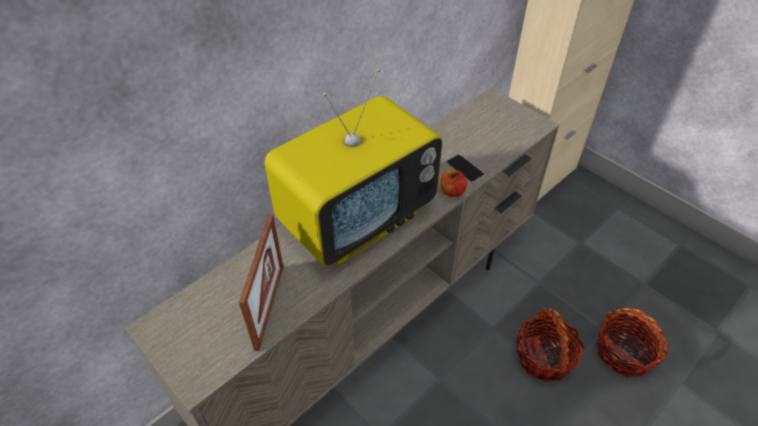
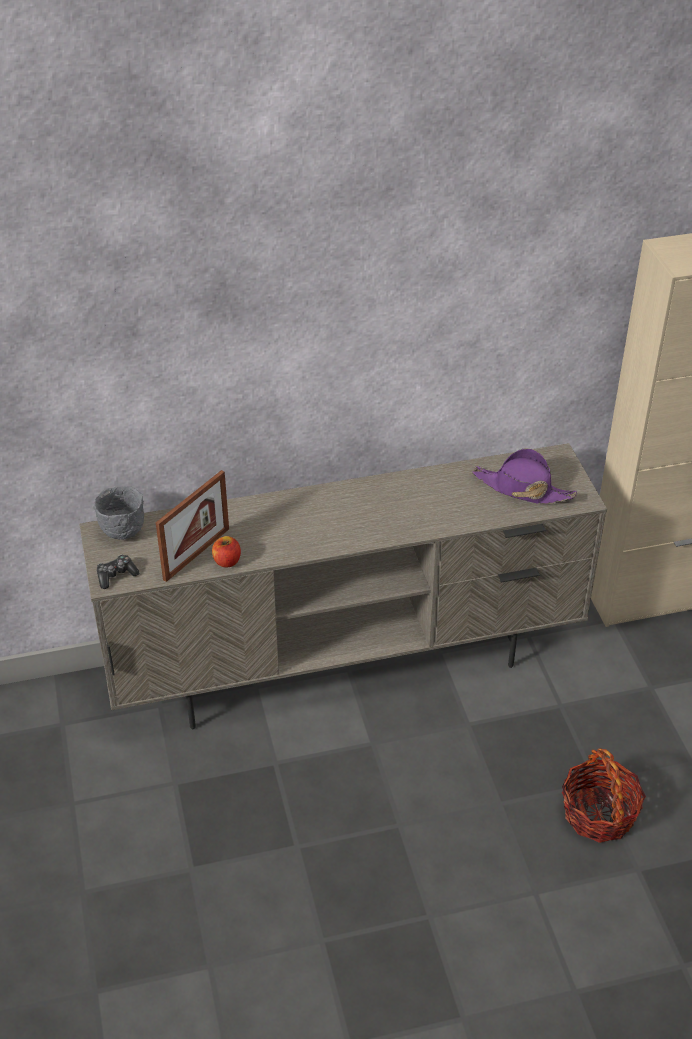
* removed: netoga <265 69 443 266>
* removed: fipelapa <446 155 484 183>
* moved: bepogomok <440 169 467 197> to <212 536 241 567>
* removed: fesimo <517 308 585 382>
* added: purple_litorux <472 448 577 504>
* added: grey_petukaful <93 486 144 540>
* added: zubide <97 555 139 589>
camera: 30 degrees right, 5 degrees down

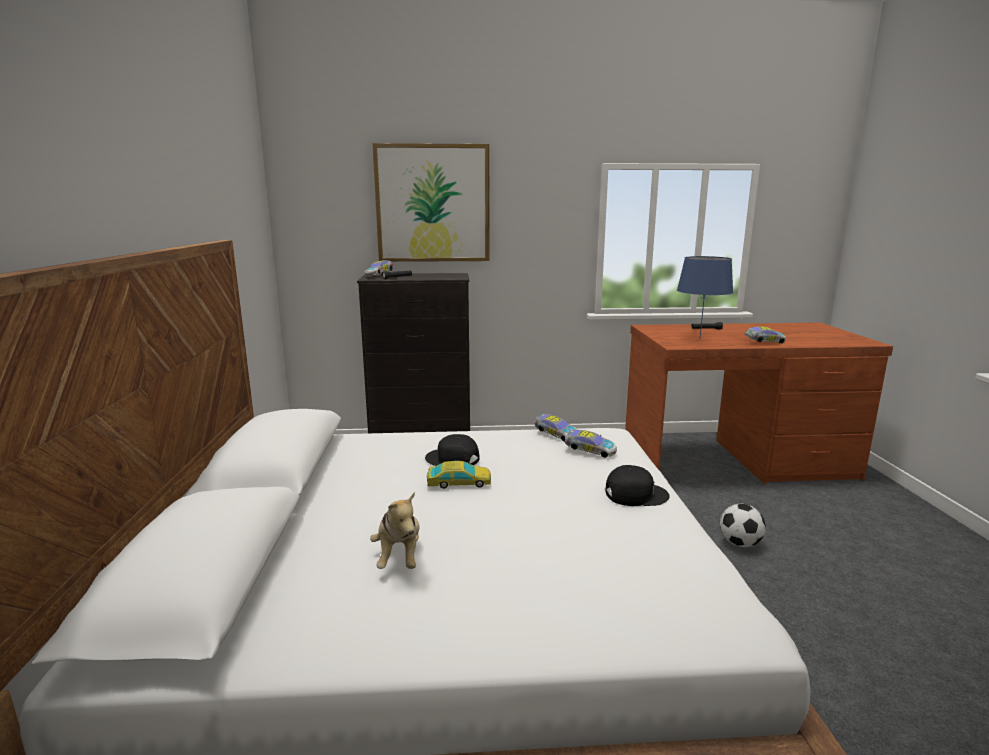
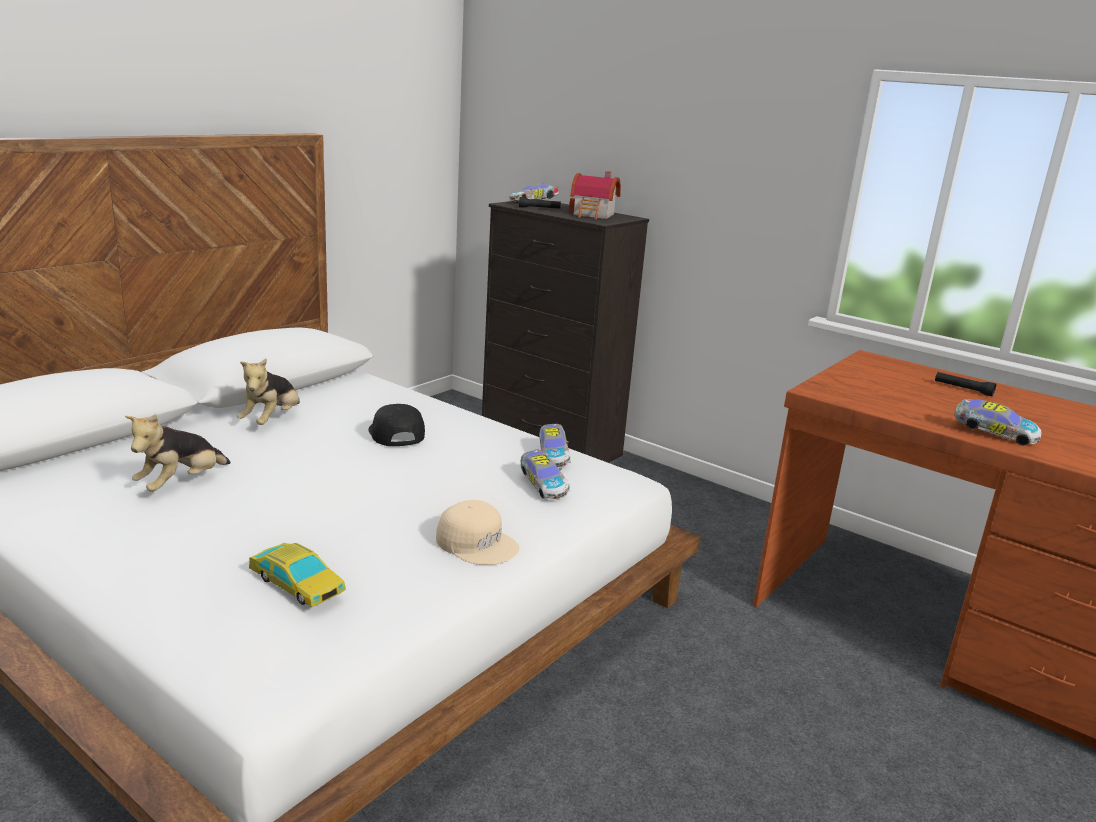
* removed: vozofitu <372 143 490 262>
* removed: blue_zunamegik <677 256 733 337>
* moved: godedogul <427 461 491 489> to <249 543 346 607>
* recoloured: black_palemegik <605 465 669 506> to beige_palemegik <436 500 519 565>
* removed: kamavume <720 504 766 547>
* added: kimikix <569 171 621 219>
* added: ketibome <237 358 300 425>
camera: 40 degrees right, 5 degrees up

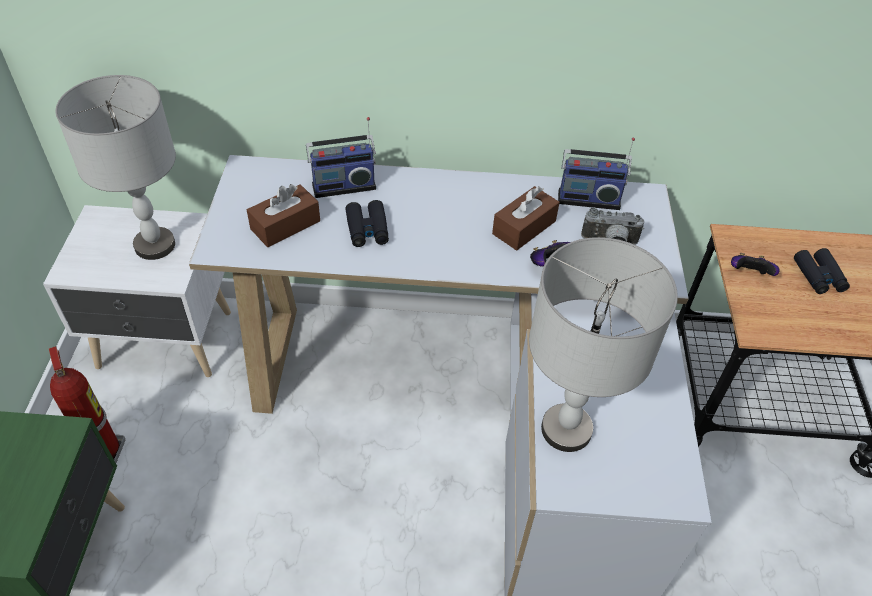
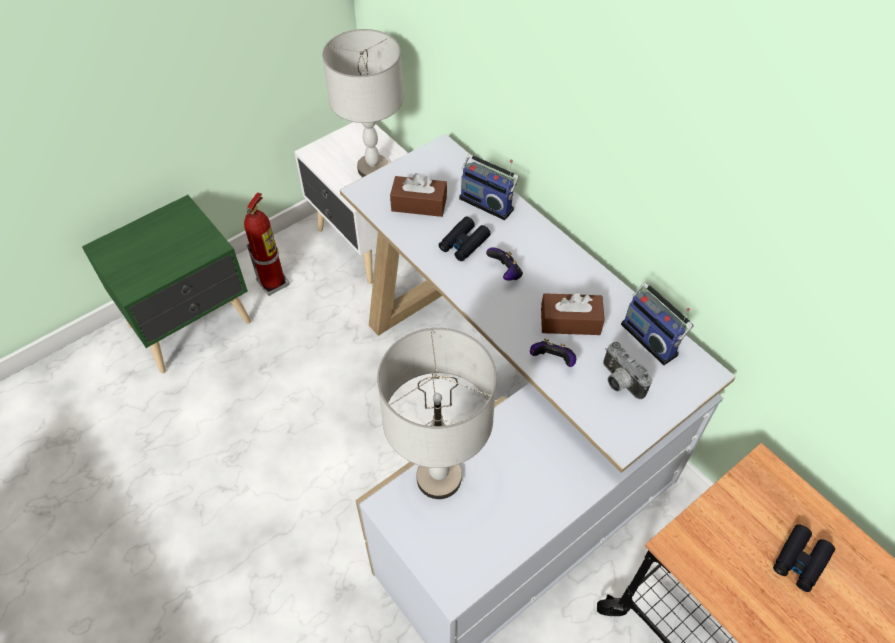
* moved: zubide <731 253 780 276> to <486 247 523 280>
camera: 50 degrees right, 5 degrees up

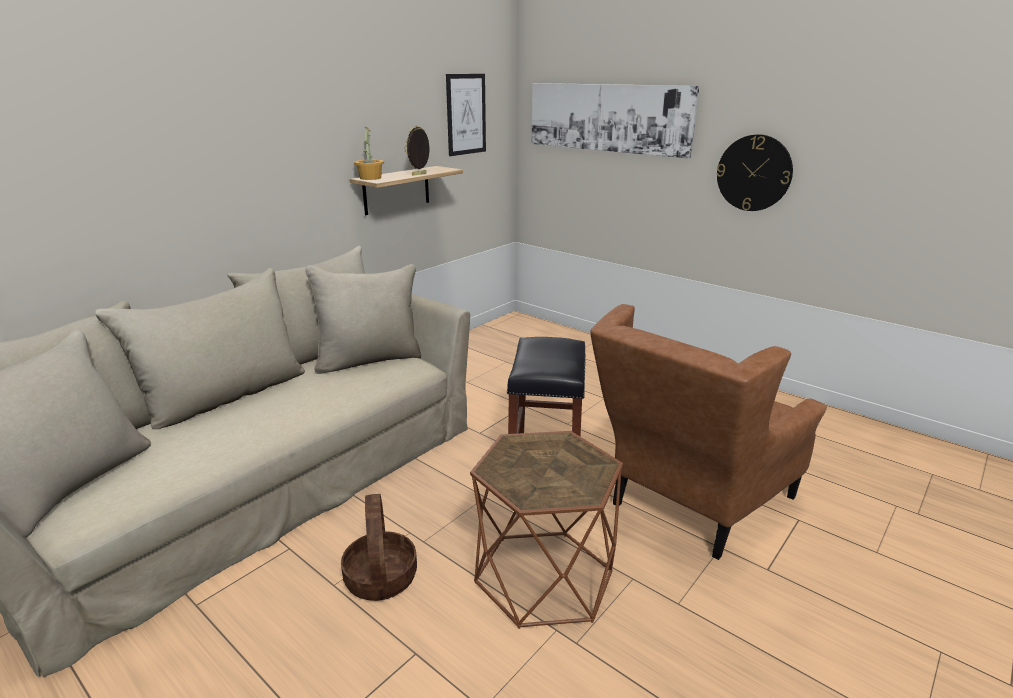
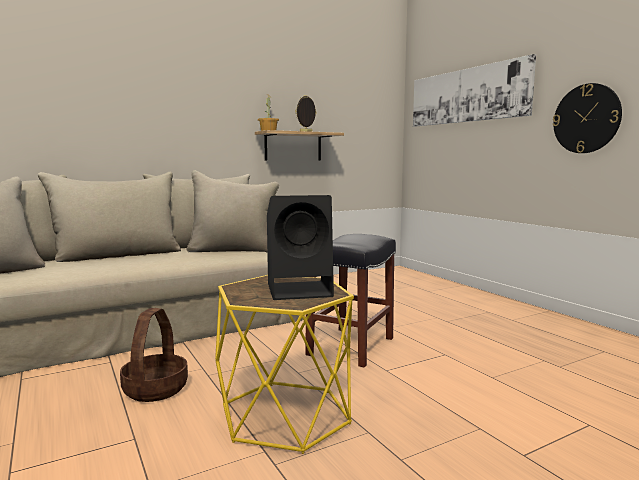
* removed: vozofitu <446 74 486 156>
* removed: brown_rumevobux <590 304 827 560>
* recoloured: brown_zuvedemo <470 431 623 629> to yellow_zuvedemo <215 275 354 454>
* added: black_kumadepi <267 195 334 300>
camera: 20 degrees right, 15 degrees down

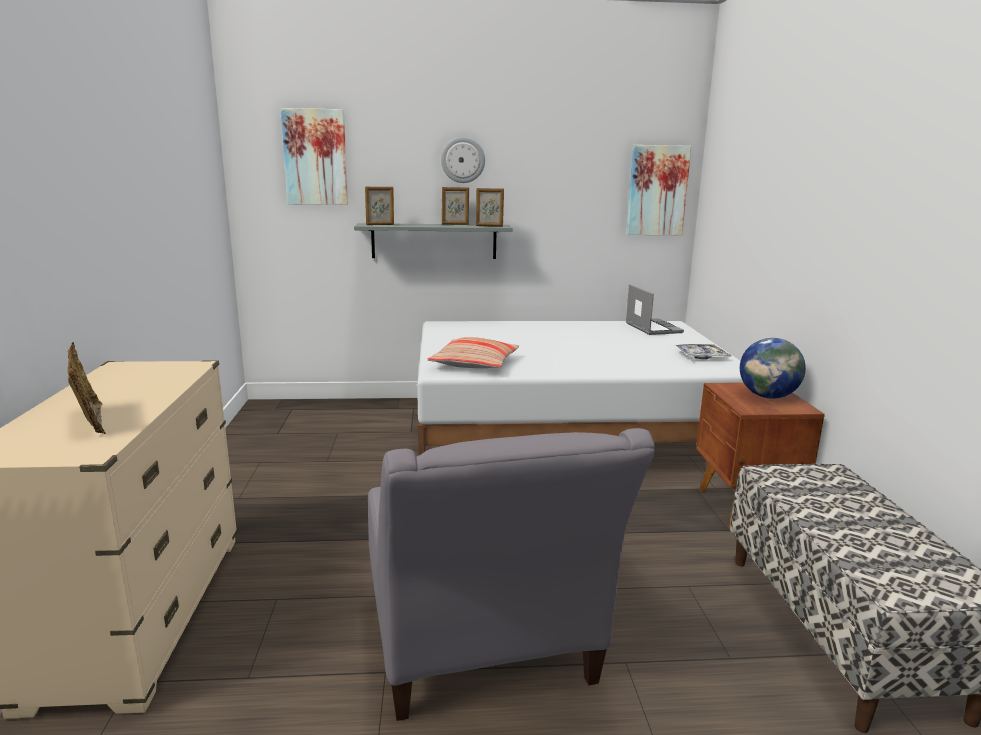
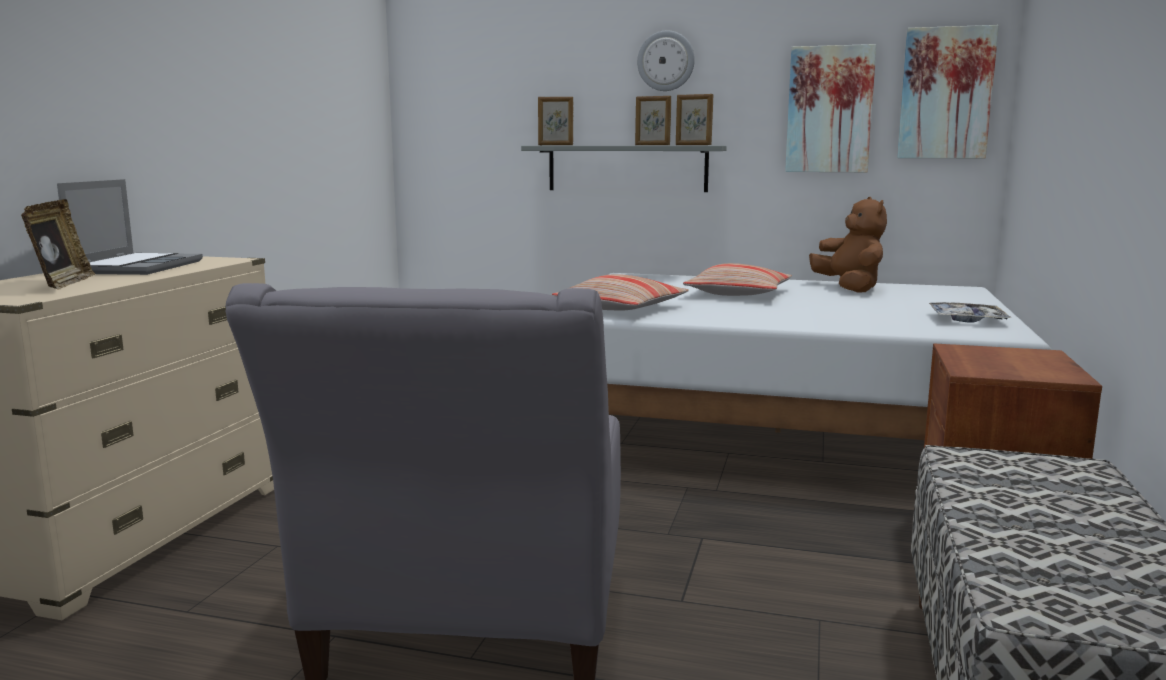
* moved: vozofitu <281 108 348 205> to <785 44 876 172>
* moved: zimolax <626 284 684 335> to <57 179 203 275>
* removed: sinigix <740 338 806 399>
* added: brown_ketibome <809 197 887 293>
* added: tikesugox <683 263 792 296>
camera: 20 degrees right, 5 degrees down

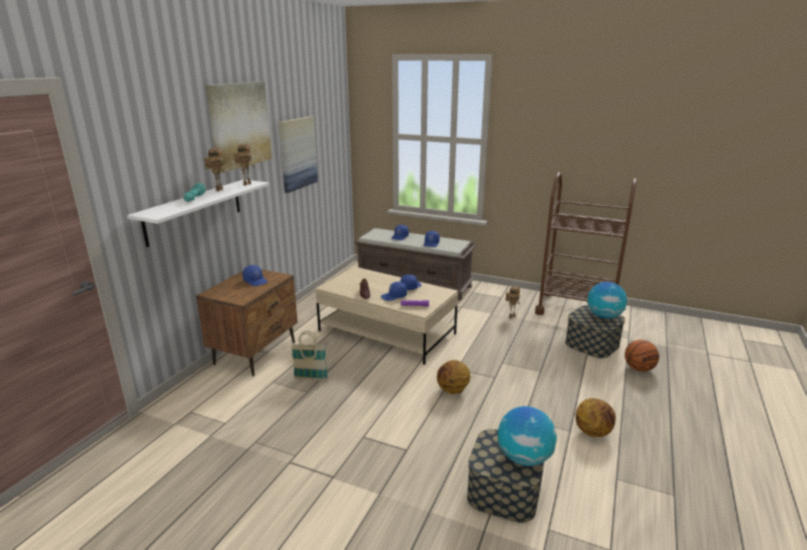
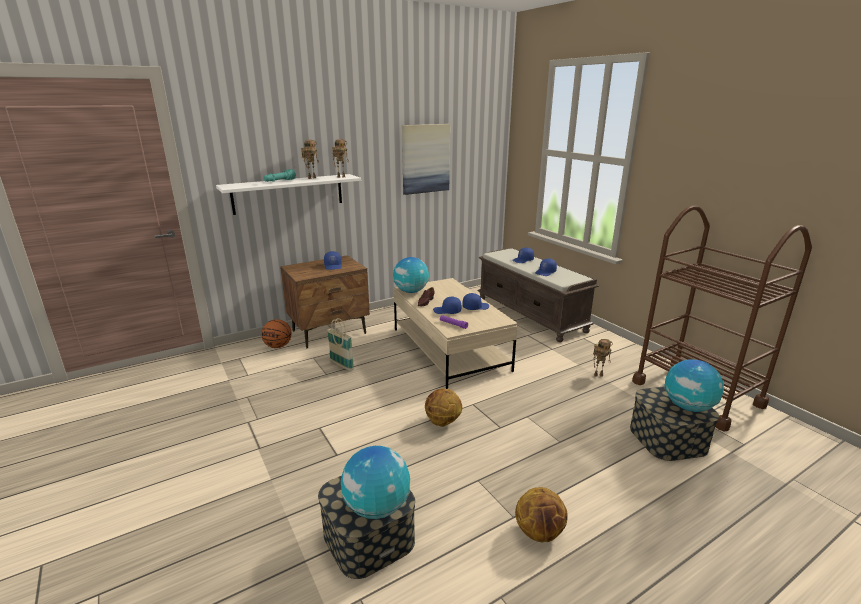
* removed: vozofitu <206 81 272 173>
* moved: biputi <625 340 659 372> to <261 319 292 348>
* added: sinigix <393 257 429 293>
camera: 35 degrees right, 0 degrees up

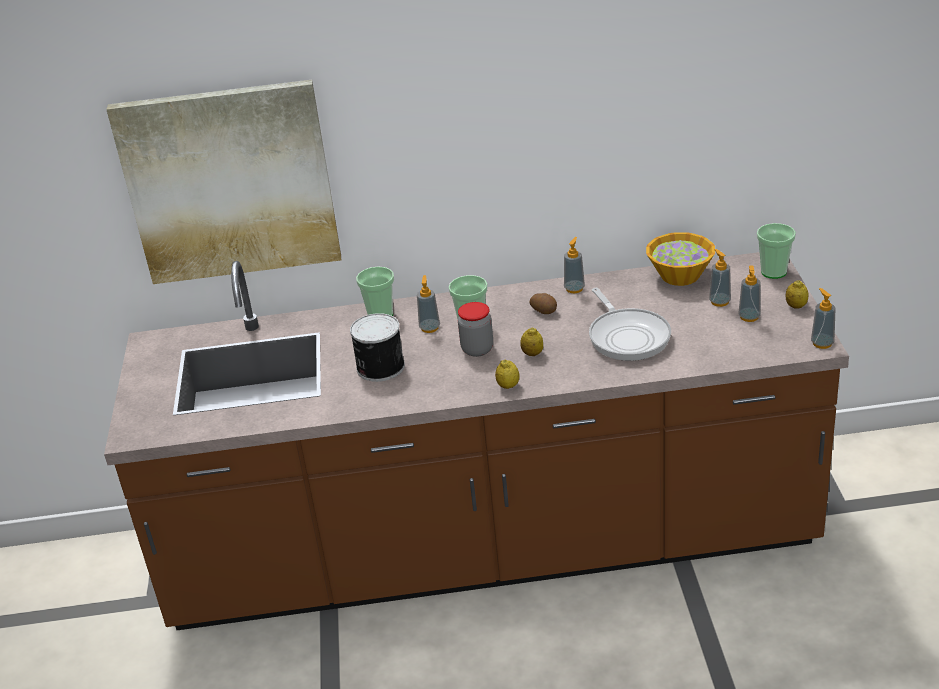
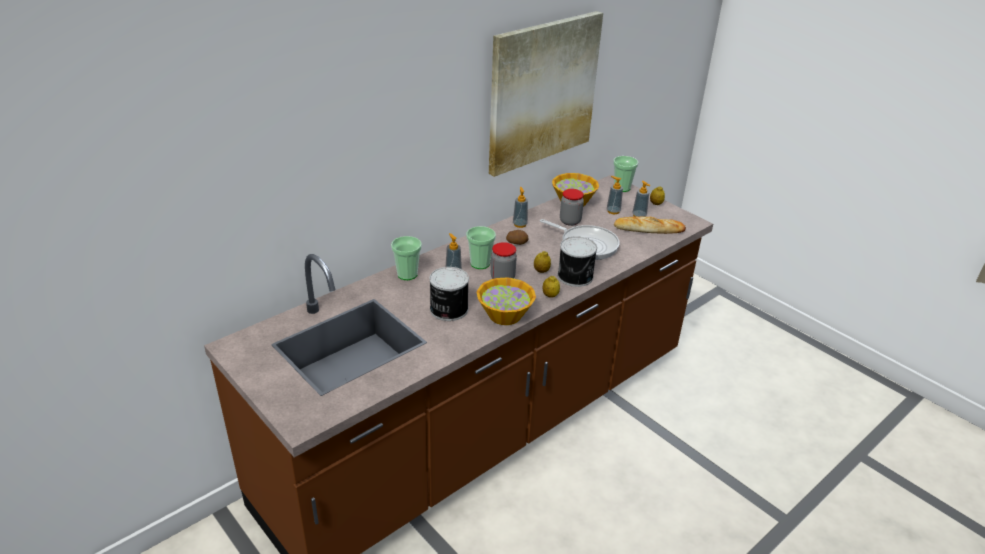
* moved: vozofitu <106 80 341 284> to <489 11 603 177>
* removed: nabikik <811 288 835 349>
* added: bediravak <560 189 584 226>
* added: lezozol <614 217 686 234>
* added: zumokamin <557 236 597 287>
* added: petukaful <477 278 536 325>
camera: 40 degrees left, 0 degrees up

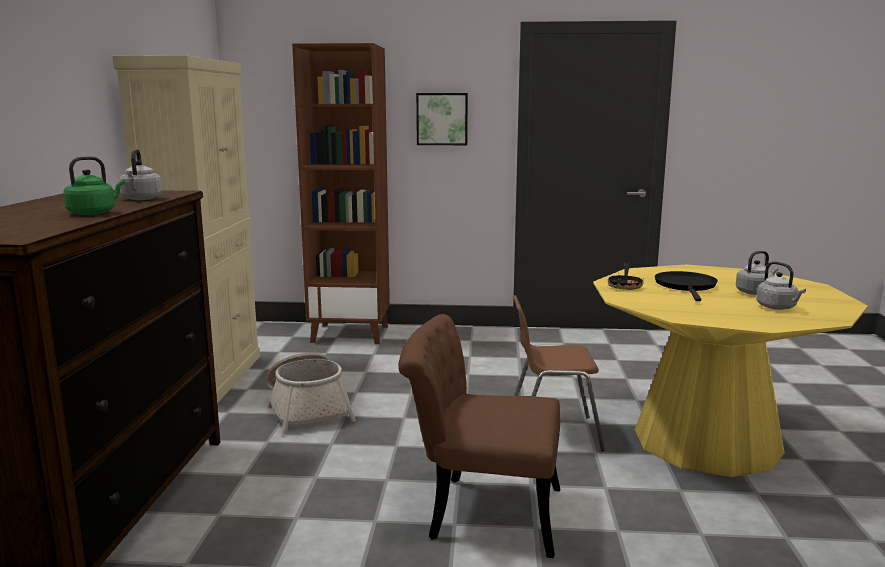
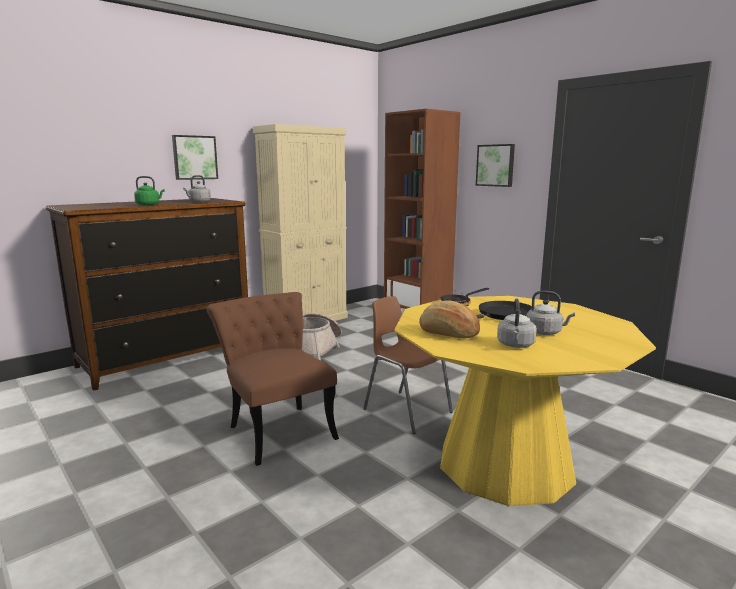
* added: vozofitu <172 135 218 180>
* added: lezozol <419 300 480 338>
camera: 45 degrees right, 0 degrees up

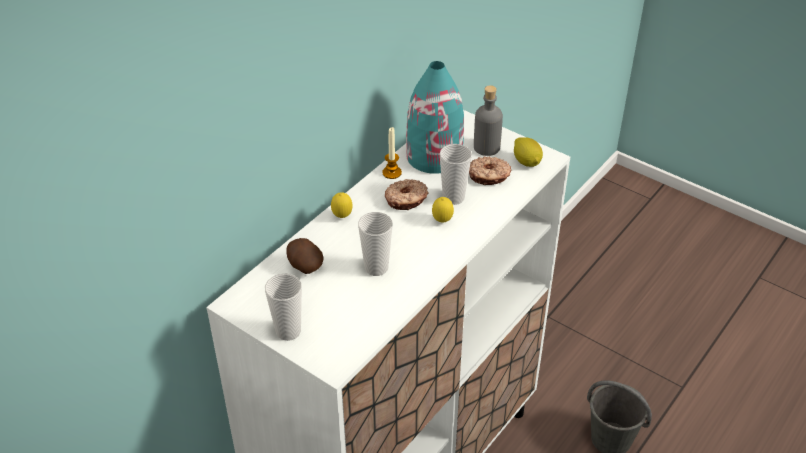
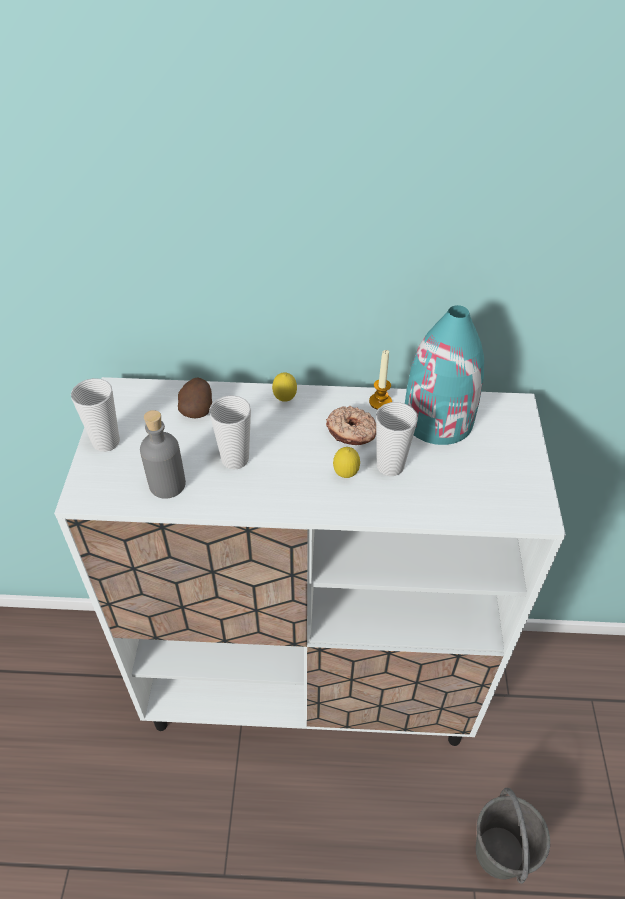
* moved: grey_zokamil <474 85 503 156> to <140 410 186 499>
* removed: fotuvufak <514 137 543 167>
* removed: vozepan <469 157 511 185>
camera: 55 degrees right, 5 degrees up

